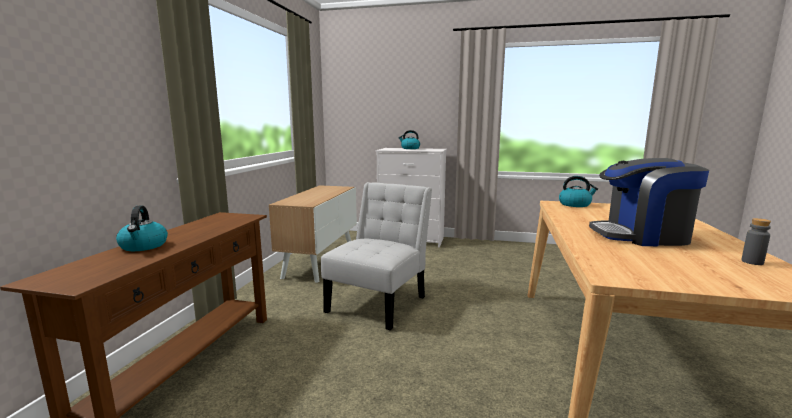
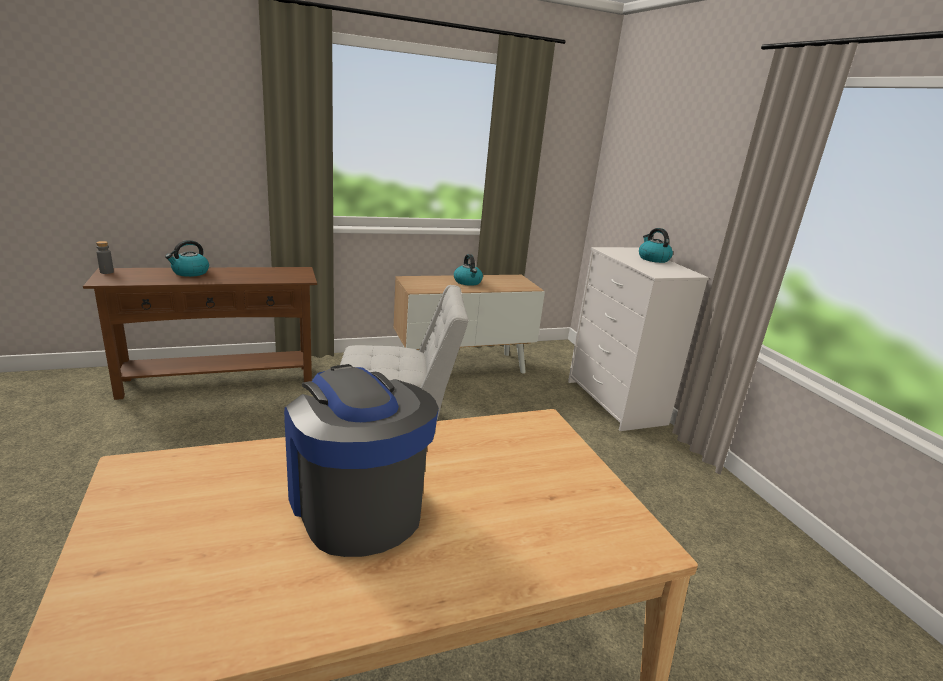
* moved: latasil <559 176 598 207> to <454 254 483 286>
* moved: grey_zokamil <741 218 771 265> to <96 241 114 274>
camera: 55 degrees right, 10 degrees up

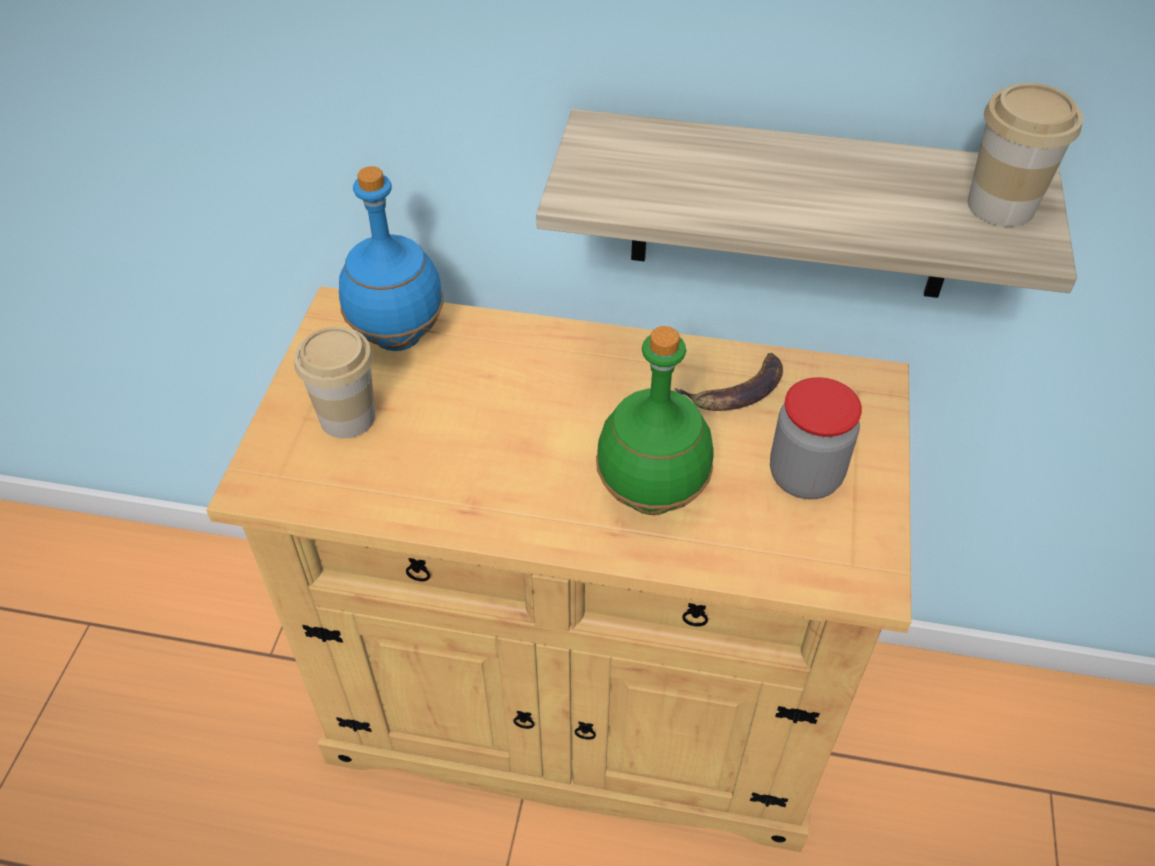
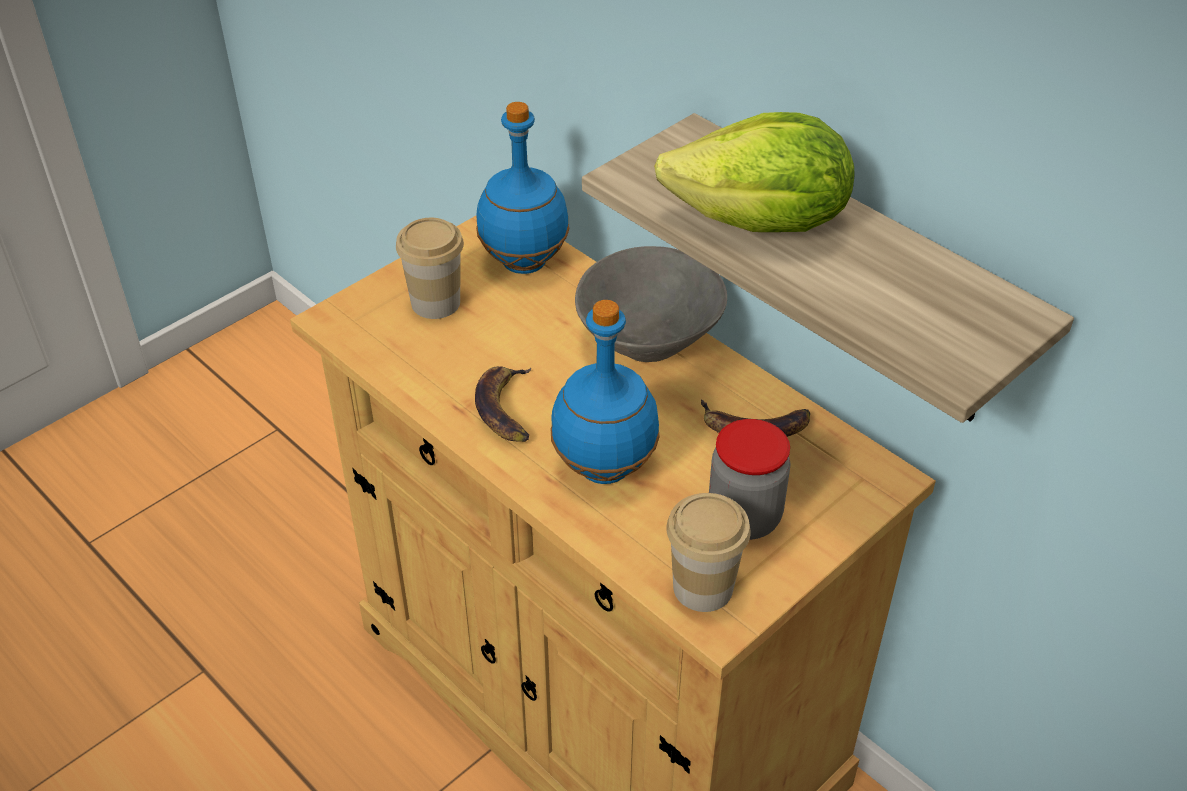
* moved: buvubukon <968 83 1083 227> to <666 493 751 612>
* recoloured: green_zokamil <596 326 714 515> to blue_zokamil <551 300 660 484>
* added: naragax <654 112 855 232>
* added: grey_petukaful <575 246 727 362>
* added: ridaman <475 366 531 442>
camera: 35 degrees right, 5 degrees down

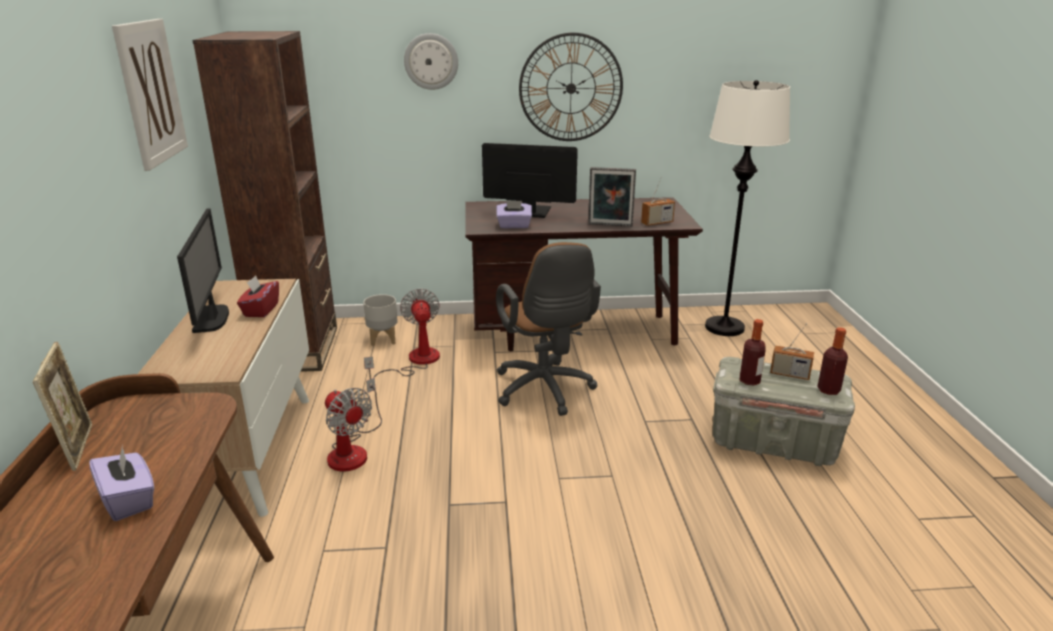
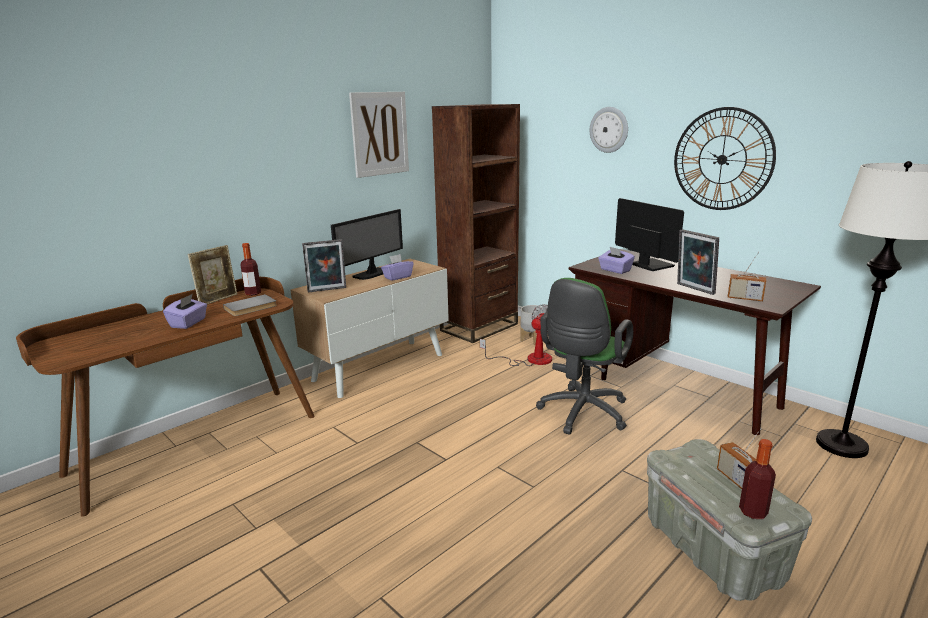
* recoloured: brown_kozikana <496 242 601 416> to green_kozikana <536 278 633 435>
* recoloured: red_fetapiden <237 275 279 317> to purple_fetapiden <381 254 413 281>
* moved: zokamil <740 319 766 386> to <240 243 261 296>
* removed: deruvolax <325 378 382 471>
* added: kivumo <302 239 346 292>
* added: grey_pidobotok <223 294 277 316>
camera: 50 degrees right, 5 degrees down

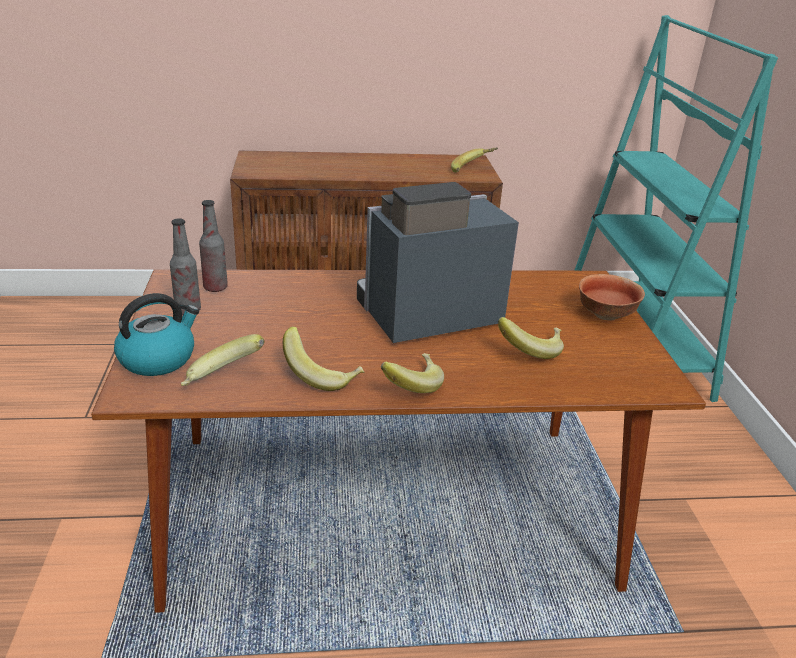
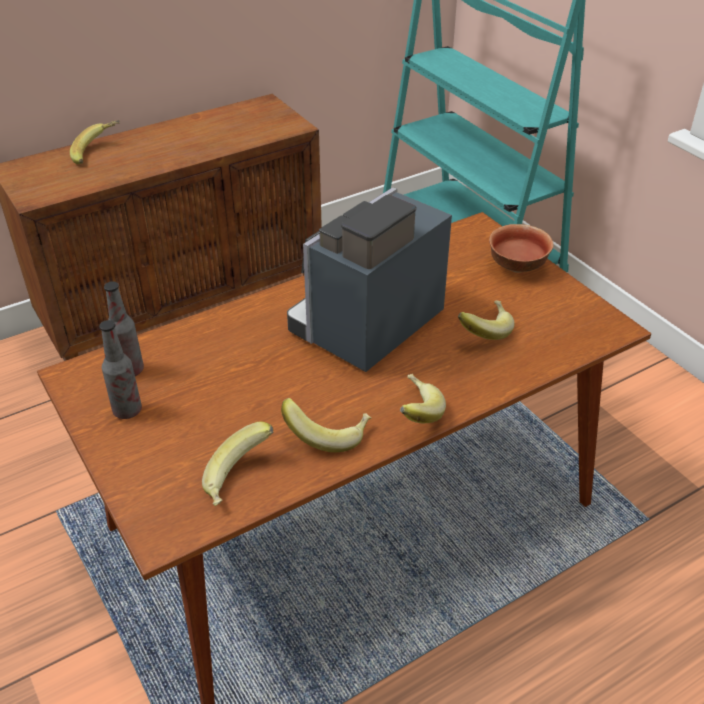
* moved: ridaman <451 148 498 172> to <70 120 120 164>
* removed: latasil <114 293 199 376>
camera: 25 degrees left, 10 degrees up

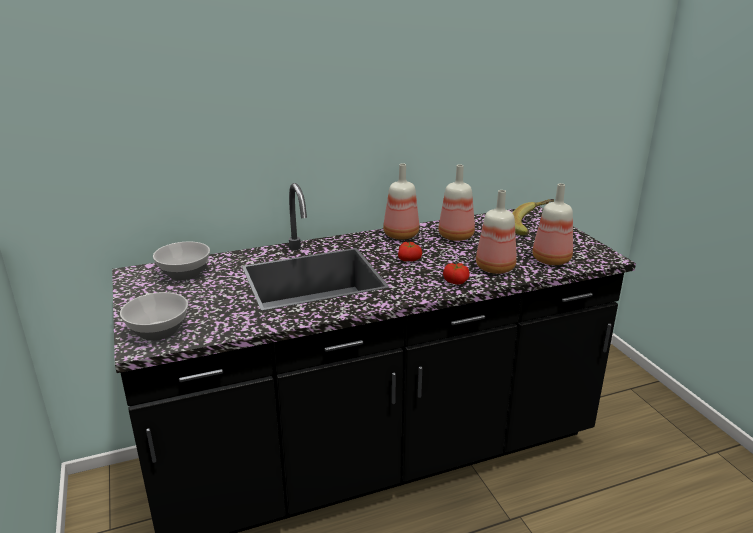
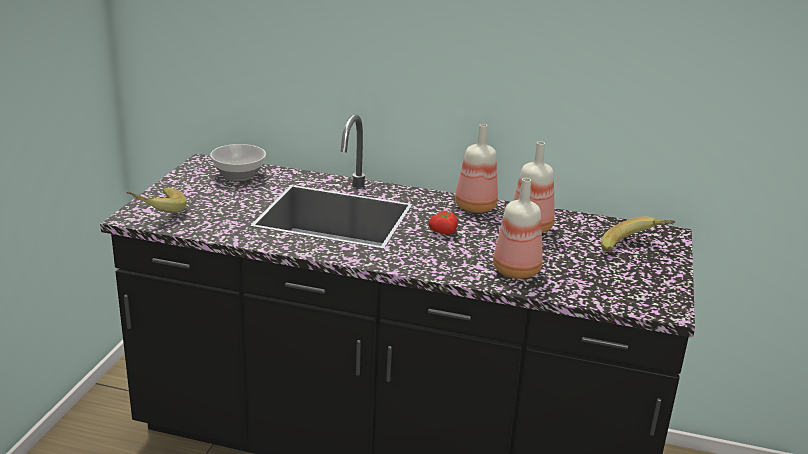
* removed: zokamil <532 183 573 265>
* removed: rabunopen <443 263 470 285>
* replaced: petukaful <120 292 188 341> to ridaman <126 188 187 213>
camera: 35 degrees right, 0 degrees up

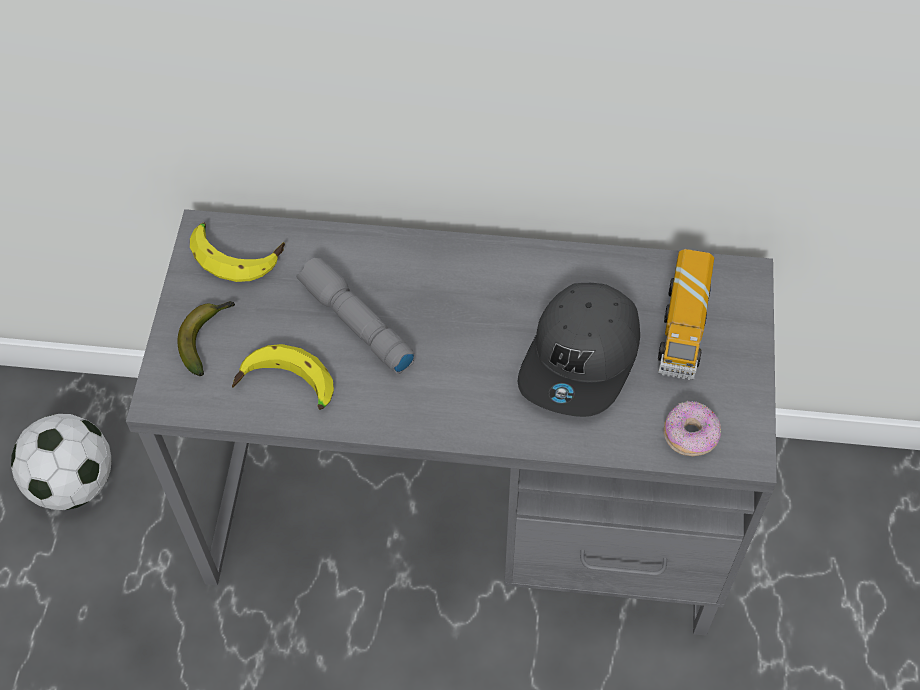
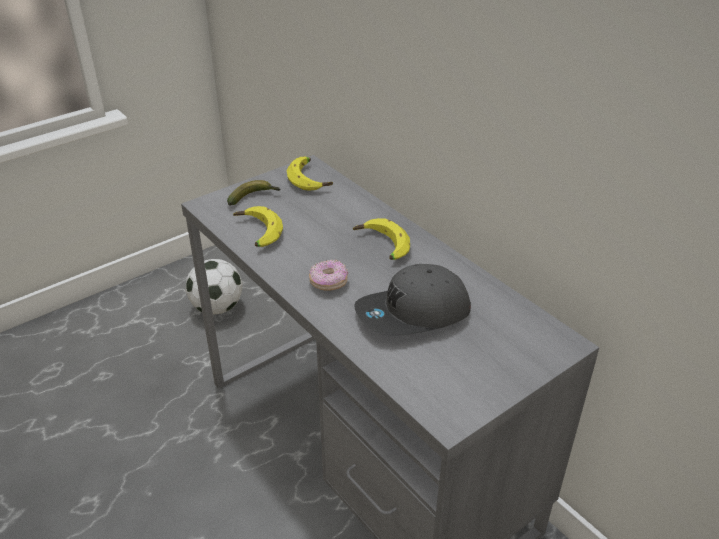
* removed: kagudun <658 249 714 380>
* removed: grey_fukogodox <296 258 415 374>
* moved: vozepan <663 401 721 456> to <309 260 348 290>
* added: ridaman <353 218 410 260>
camera: 45 degrees right, 20 degrees down

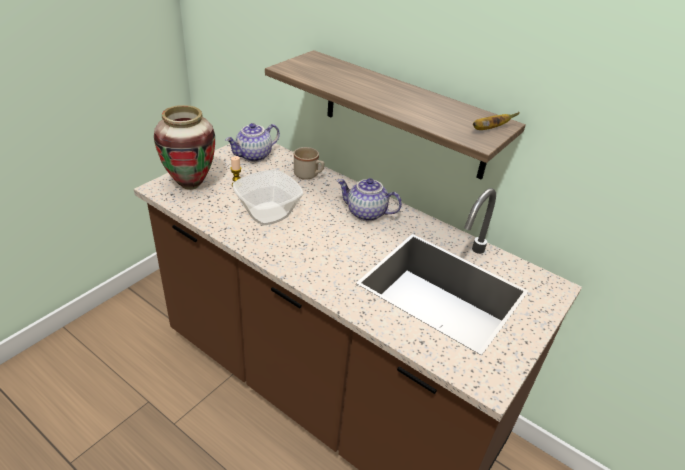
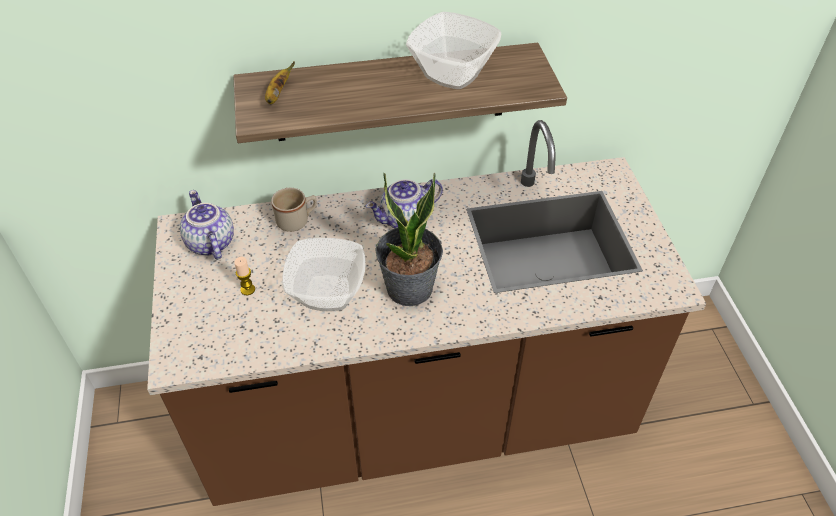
* removed: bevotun <154 105 215 190>
* moved: ridaman <473 112 520 130> to <265 61 295 104>
* turned: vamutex <225 123 280 162> = <180 190 234 260> 150 degrees clockwise
* added: petukaful <406 12 501 89>
* added: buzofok <375 172 443 306>
camera: 45 degrees left, 10 degrees up

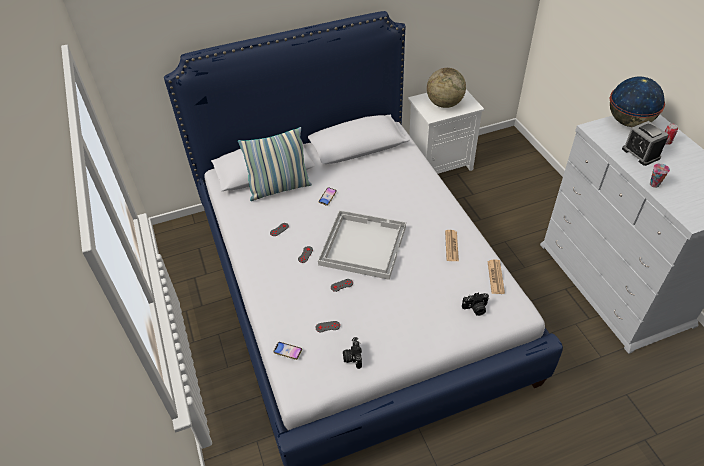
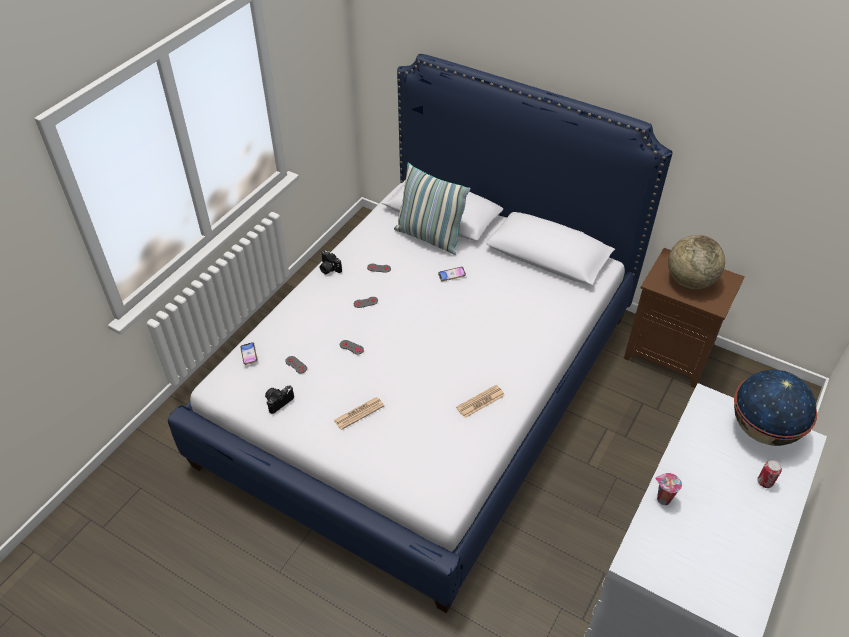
* recoloured: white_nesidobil <408 89 484 174> to brown_nesidobil <624 248 745 388>
* removed: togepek <622 121 669 166>
* removed: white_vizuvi <318 210 406 280>
* moved: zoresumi <487 260 505 294> to <334 397 384 430>
* moved: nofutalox <462 293 489 316> to <320 250 342 274>
camera: 50 degrees right, 0 degrees up

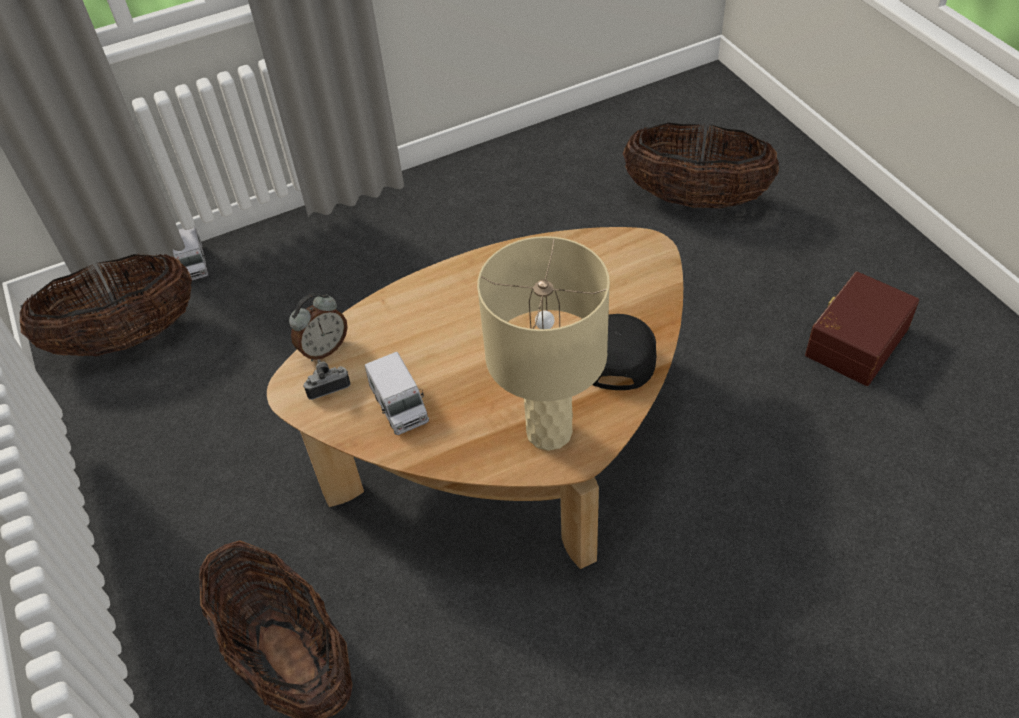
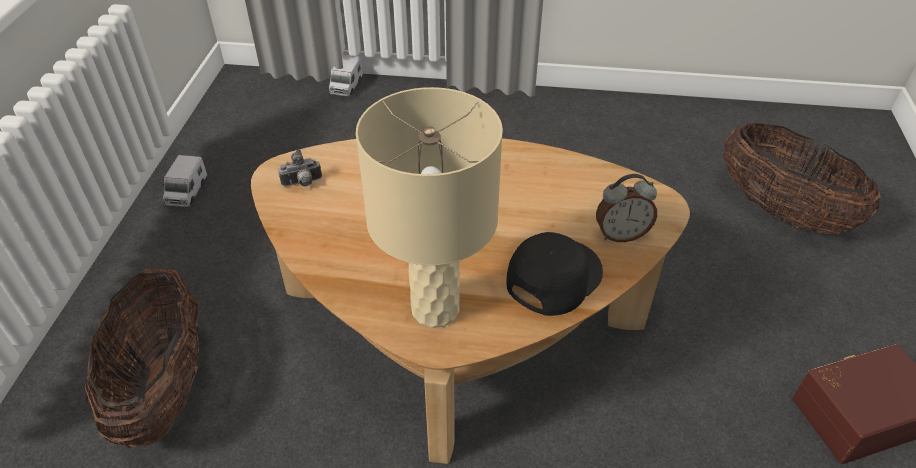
* removed: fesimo <20 254 192 356>
* moved: togepek <289 293 348 361> to <596 174 657 242>
* moved: kagudun <365 352 429 435> to <162 155 208 207>
* turned: nofutalox <303 359 350 400> = <278 150 322 186> 150 degrees clockwise
camera: 30 degrees right, 5 degrees down

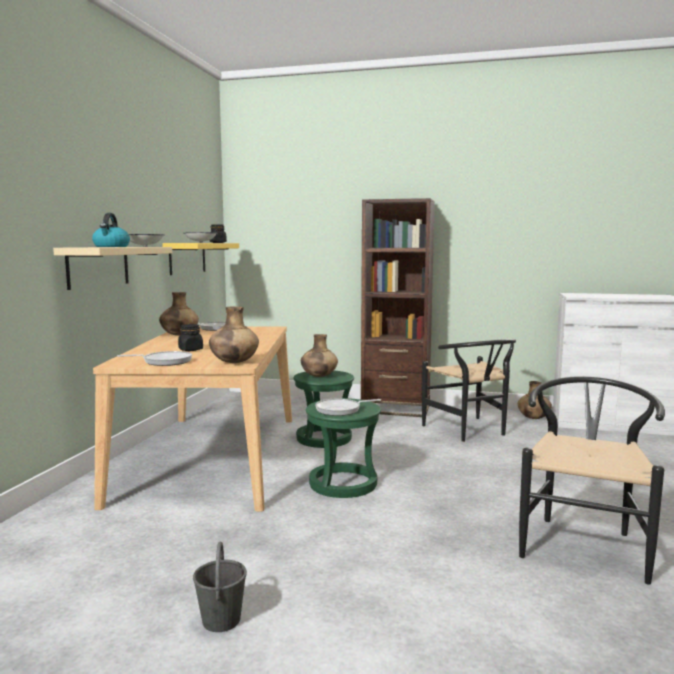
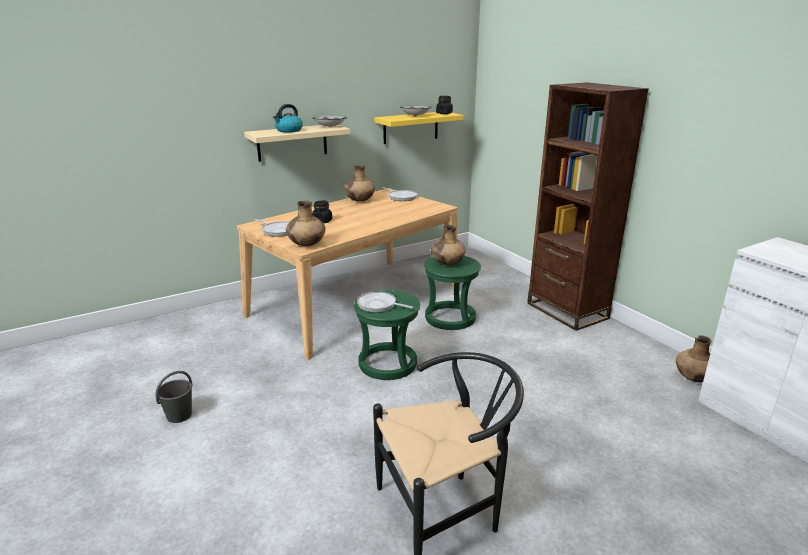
* removed: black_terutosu <422 339 516 442>
camera: 45 degrees right, 15 degrees up

